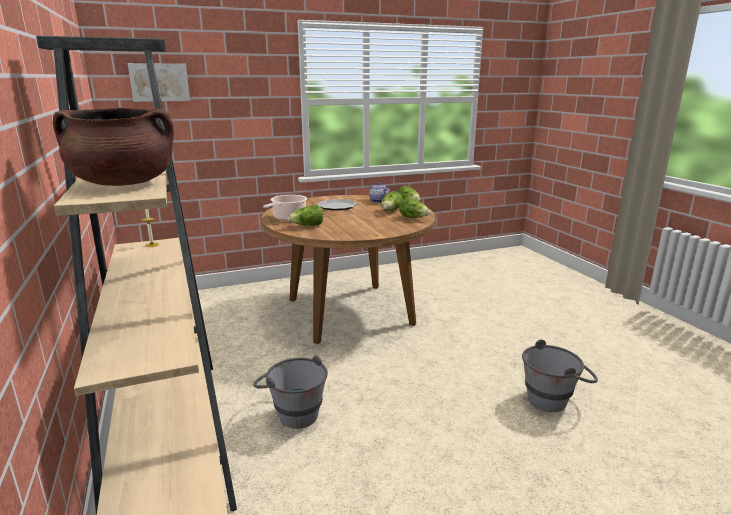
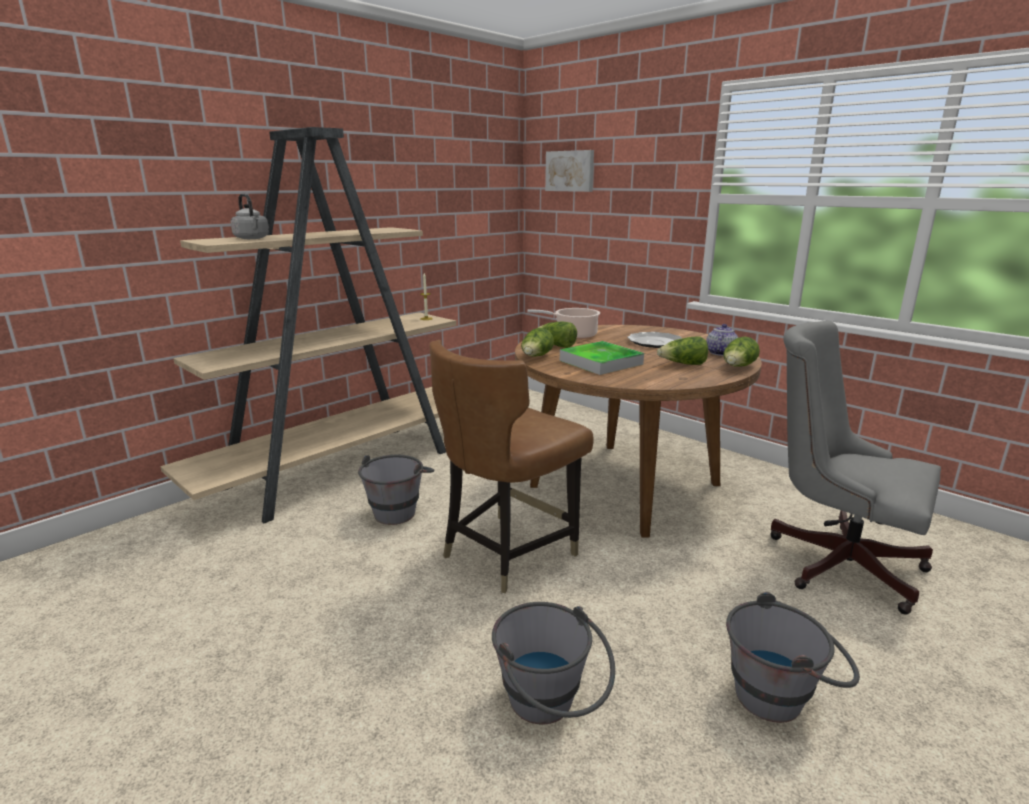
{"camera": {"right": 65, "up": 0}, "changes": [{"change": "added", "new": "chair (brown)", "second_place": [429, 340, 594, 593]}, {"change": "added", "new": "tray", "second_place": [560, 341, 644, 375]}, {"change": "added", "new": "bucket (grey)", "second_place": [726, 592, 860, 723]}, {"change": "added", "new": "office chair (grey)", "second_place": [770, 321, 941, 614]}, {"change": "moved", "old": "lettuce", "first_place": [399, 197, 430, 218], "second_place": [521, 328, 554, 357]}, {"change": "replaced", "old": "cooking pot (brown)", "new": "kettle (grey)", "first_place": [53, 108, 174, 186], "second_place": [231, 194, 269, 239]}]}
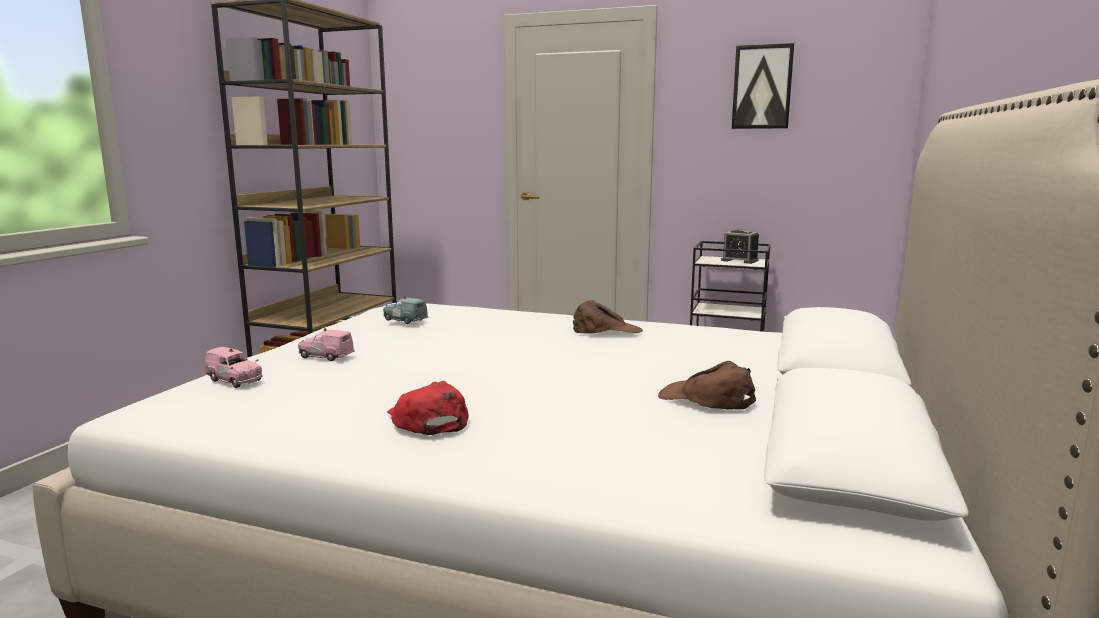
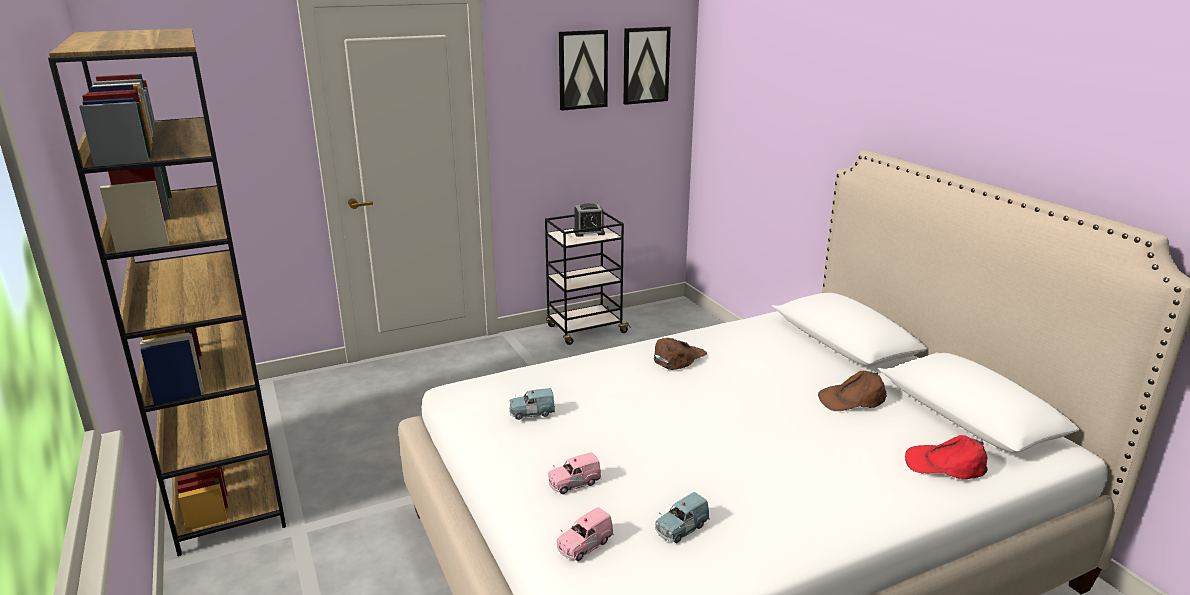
{"camera": {"right": -45, "up": 10}, "changes": [{"change": "added", "new": "picture", "second_place": [623, 26, 671, 105]}, {"change": "added", "new": "toy car (blue)", "second_place": [655, 492, 710, 543]}, {"change": "moved", "old": "cap (red)", "first_place": [387, 381, 469, 435], "second_place": [905, 435, 988, 480]}, {"change": "turned", "old": "toy car (pink)", "first_place": [205, 347, 263, 388], "second_place": [557, 507, 614, 561], "degrees": 150}]}
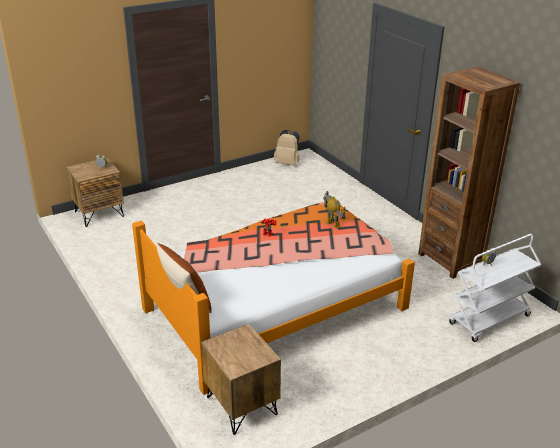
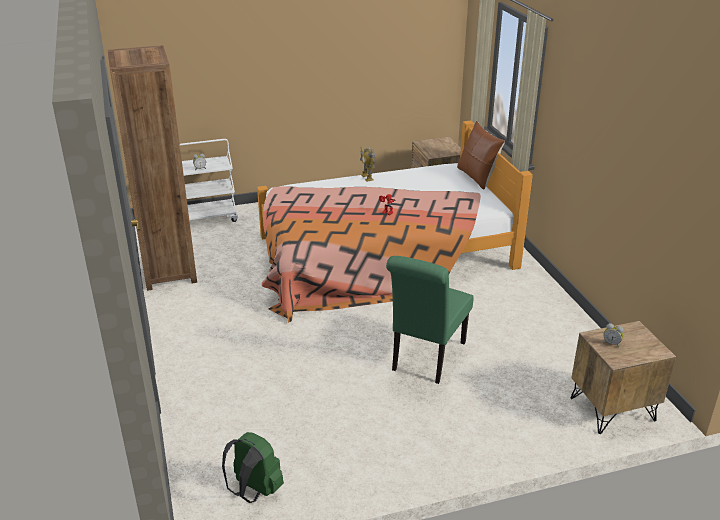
{"camera": {"right": -165, "up": 0}, "changes": [{"change": "added", "new": "chair (green)", "second_place": [386, 256, 474, 384]}, {"change": "moved", "old": "toy robot", "first_place": [323, 191, 346, 229], "second_place": [360, 147, 375, 182]}, {"change": "recoloured", "old": "backpack (beige)", "new": "backpack (green)", "first_place": [274, 130, 300, 166], "second_place": [222, 432, 284, 503]}]}
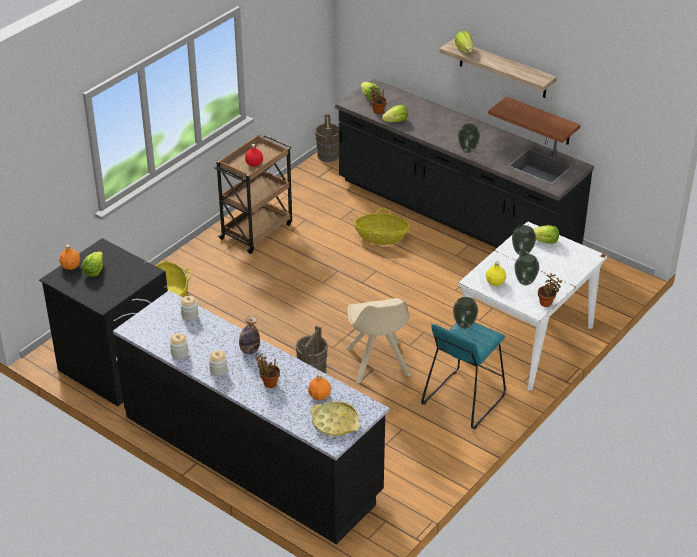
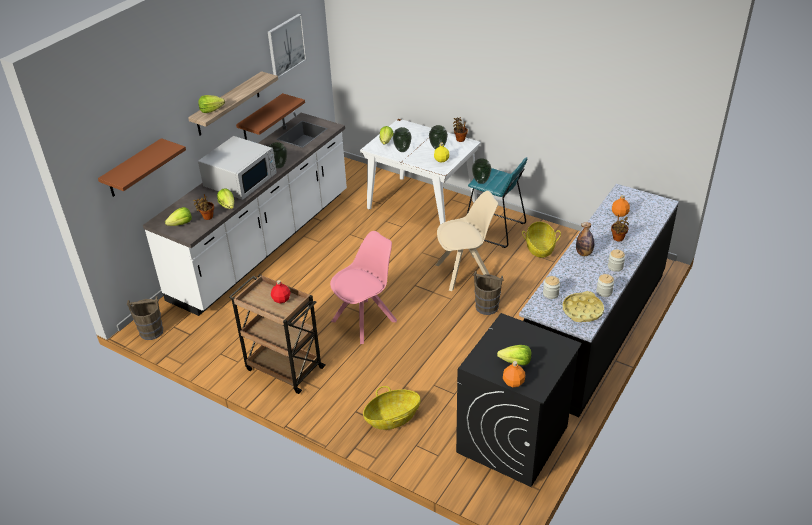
{"camera": {"right": -95, "up": 0}, "changes": [{"change": "added", "new": "shelf (brown)", "second_place": [98, 138, 186, 197]}, {"change": "added", "new": "microwave (white)", "second_place": [198, 136, 277, 200]}, {"change": "added", "new": "picture", "second_place": [268, 14, 307, 78]}, {"change": "added", "new": "chair (pink)", "second_place": [330, 231, 397, 344]}, {"change": "moved", "old": "tray (yellow)", "first_place": [311, 401, 360, 436], "second_place": [563, 291, 604, 322]}, {"change": "moved", "old": "basket", "first_place": [354, 208, 409, 245], "second_place": [522, 222, 561, 258]}, {"change": "recoloured", "old": "counter (black)", "new": "counter (white)", "first_place": [335, 78, 594, 248], "second_place": [143, 111, 347, 316]}]}
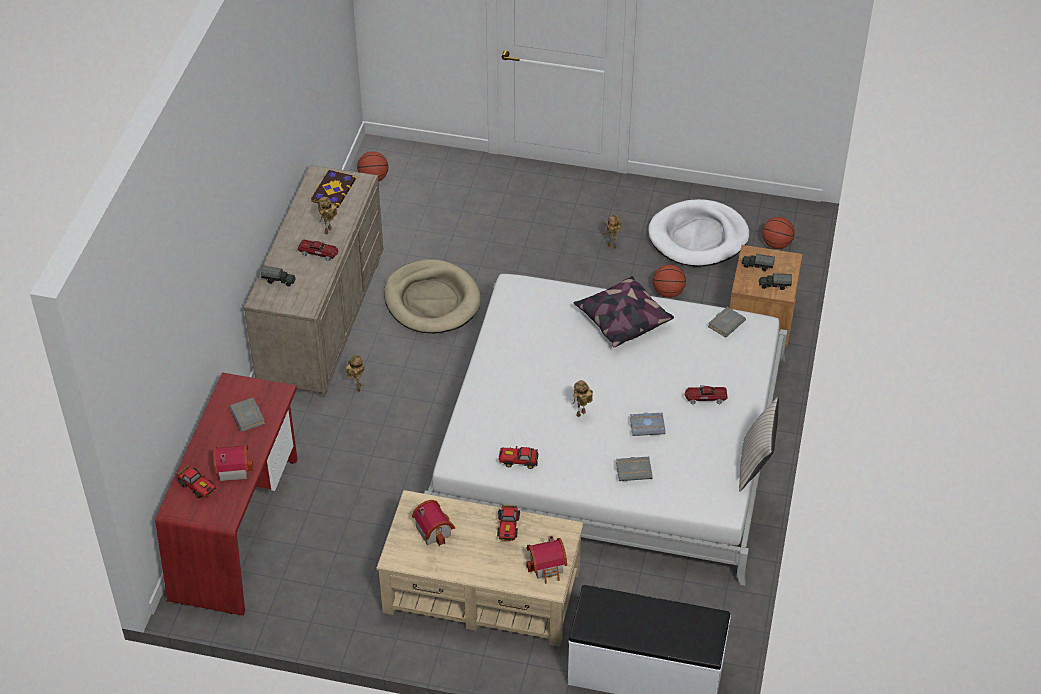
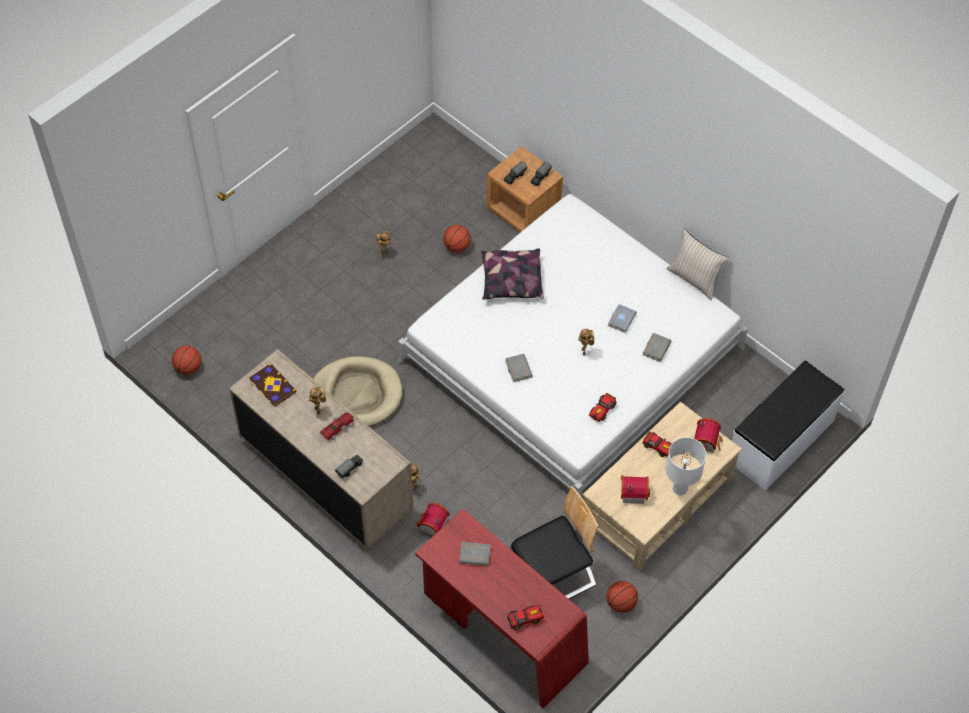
{"camera": {"right": -60, "up": 10}, "changes": [{"change": "removed", "old": "dog bed (white)", "first_place": [649, 199, 749, 267]}, {"change": "removed", "old": "toy car", "first_place": [684, 385, 728, 406]}, {"change": "added", "new": "chair", "second_place": [510, 486, 598, 599]}, {"change": "added", "new": "table lamp (white)", "second_place": [666, 437, 706, 495]}, {"change": "moved", "old": "toy house", "first_place": [213, 444, 253, 481], "second_place": [416, 503, 450, 536]}, {"change": "moved", "old": "book (grey)", "first_place": [708, 307, 746, 338], "second_place": [505, 354, 533, 382]}, {"change": "moved", "old": "basketball", "first_place": [762, 217, 795, 249], "second_place": [606, 581, 638, 613]}]}
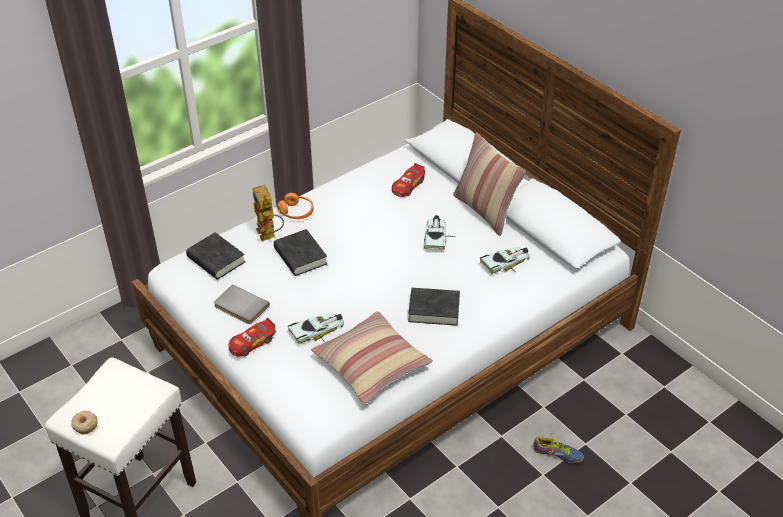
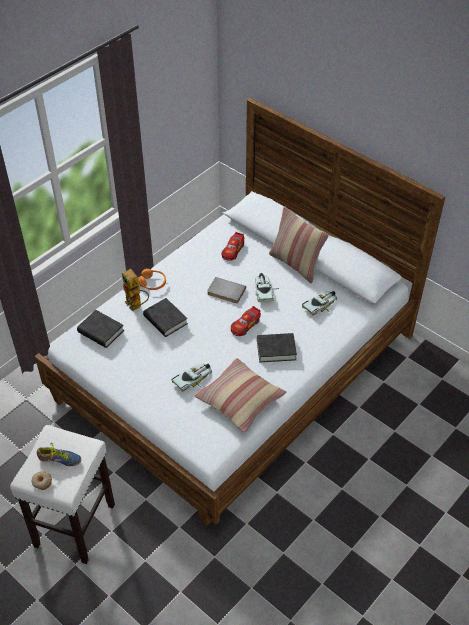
{"camera": {"right": -10, "up": 5}, "changes": [{"change": "moved", "old": "book (grey)", "first_place": [214, 284, 270, 324], "second_place": [207, 277, 246, 303]}, {"change": "moved", "old": "toy car", "first_place": [228, 317, 276, 357], "second_place": [231, 306, 261, 336]}, {"change": "moved", "old": "shoe", "first_place": [534, 433, 584, 463], "second_place": [37, 443, 81, 466]}]}
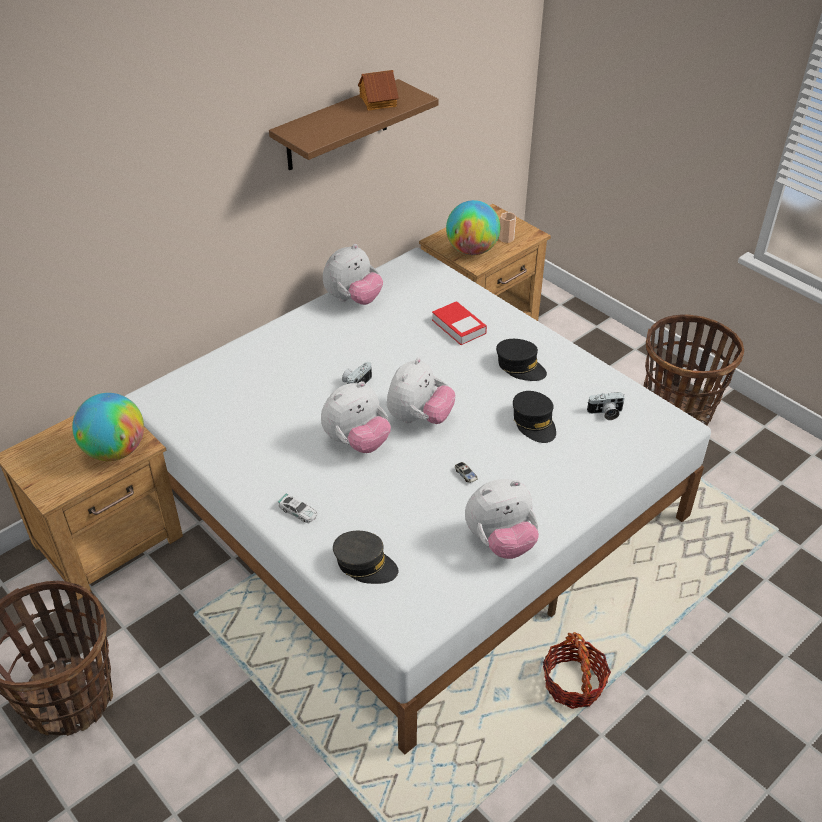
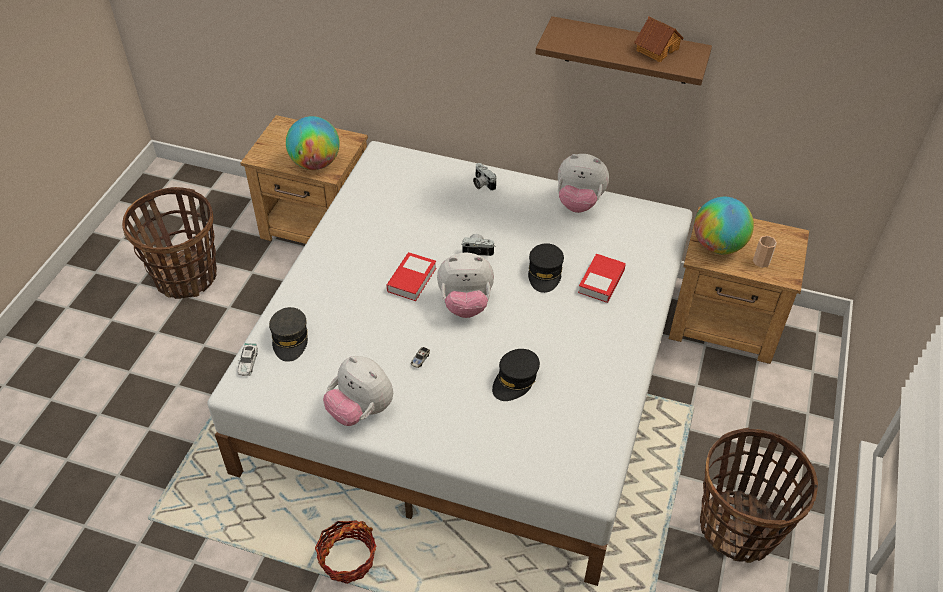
{"camera": {"right": 60, "up": 5}, "changes": [{"change": "moved", "old": "toy car", "first_place": [278, 493, 318, 523], "second_place": [237, 343, 258, 376]}, {"change": "moved", "old": "cap (black)", "first_place": [496, 339, 547, 381], "second_place": [528, 243, 564, 293]}, {"change": "moved", "old": "photo camera", "first_place": [587, 392, 625, 420], "second_place": [473, 163, 496, 191]}, {"change": "replaced", "old": "plush toy", "new": "book", "first_place": [321, 381, 391, 453], "second_place": [387, 252, 436, 301]}]}
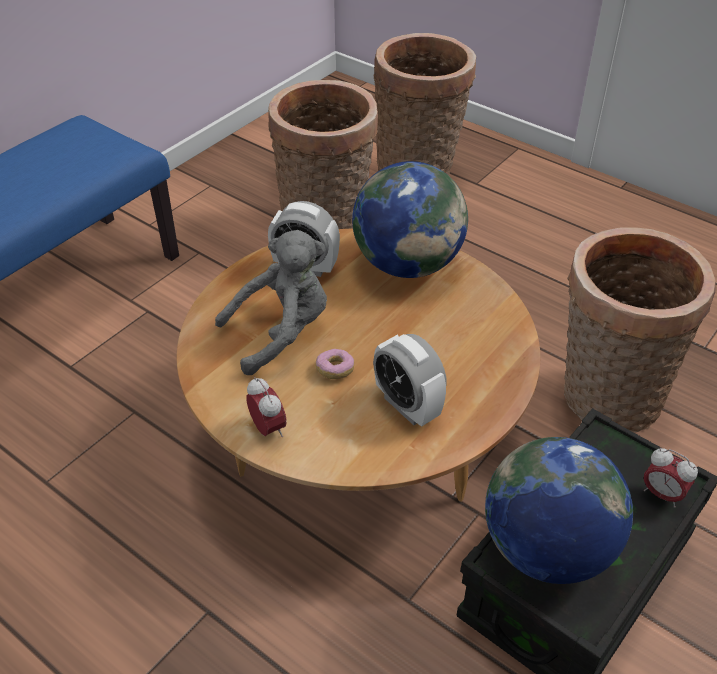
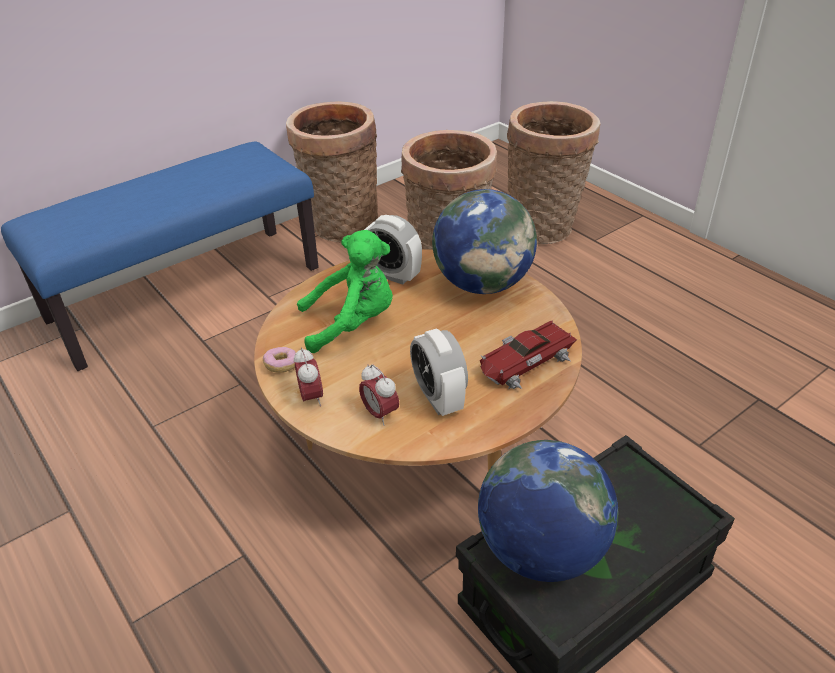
{"camera": {"right": 15, "up": -5}, "changes": [{"change": "added", "new": "toy car", "second_place": [480, 320, 577, 389]}, {"change": "moved", "old": "donut", "first_place": [316, 349, 354, 379], "second_place": [263, 347, 296, 373]}, {"change": "moved", "old": "basket", "first_place": [564, 227, 716, 433], "second_place": [286, 101, 378, 242]}, {"change": "moved", "old": "alarm clock", "first_place": [644, 448, 698, 508], "second_place": [359, 364, 399, 426]}, {"change": "recoloured", "old": "plush toy (grey)", "new": "plush toy (green)", "first_place": [215, 230, 327, 375], "second_place": [297, 230, 393, 353]}]}
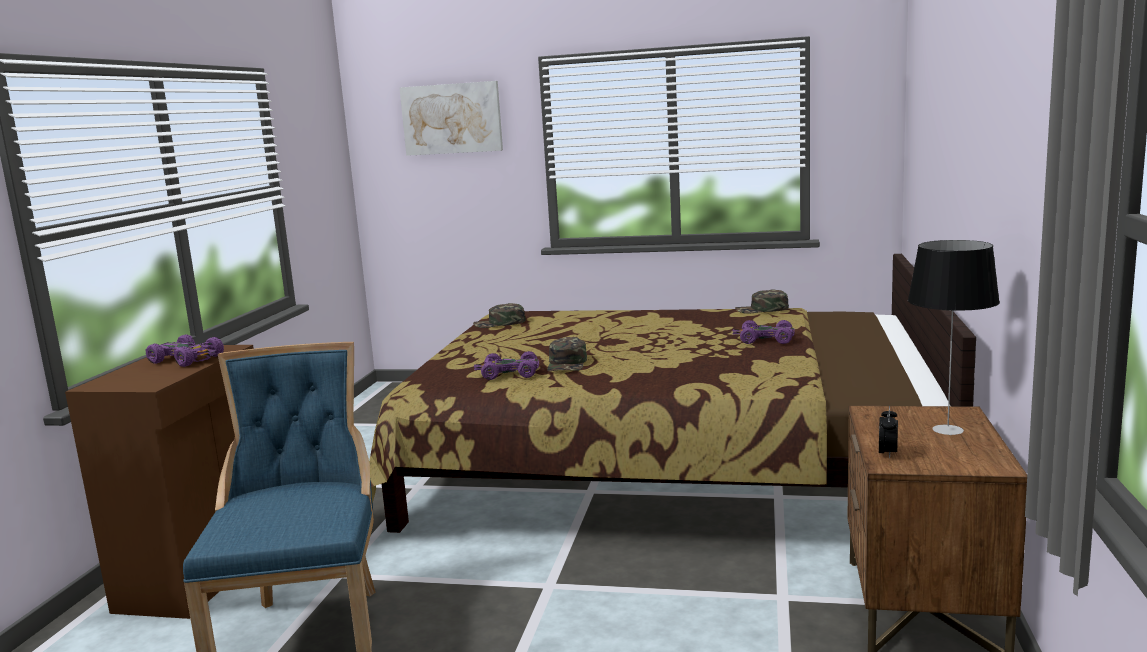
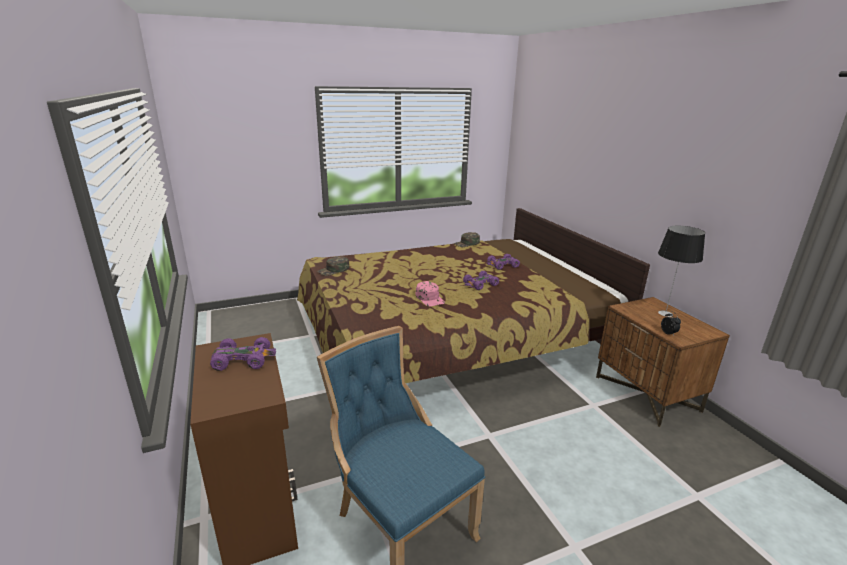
{"camera": {"right": -35, "up": 10}, "changes": [{"change": "removed", "old": "picture", "first_place": [400, 81, 503, 156]}, {"change": "moved", "old": "toy car (purple)", "first_place": [474, 351, 539, 380], "second_place": [463, 271, 499, 290]}, {"change": "recoloured", "old": "cap (green)", "new": "cap (pink)", "first_place": [547, 337, 587, 371], "second_place": [416, 281, 445, 306]}]}
